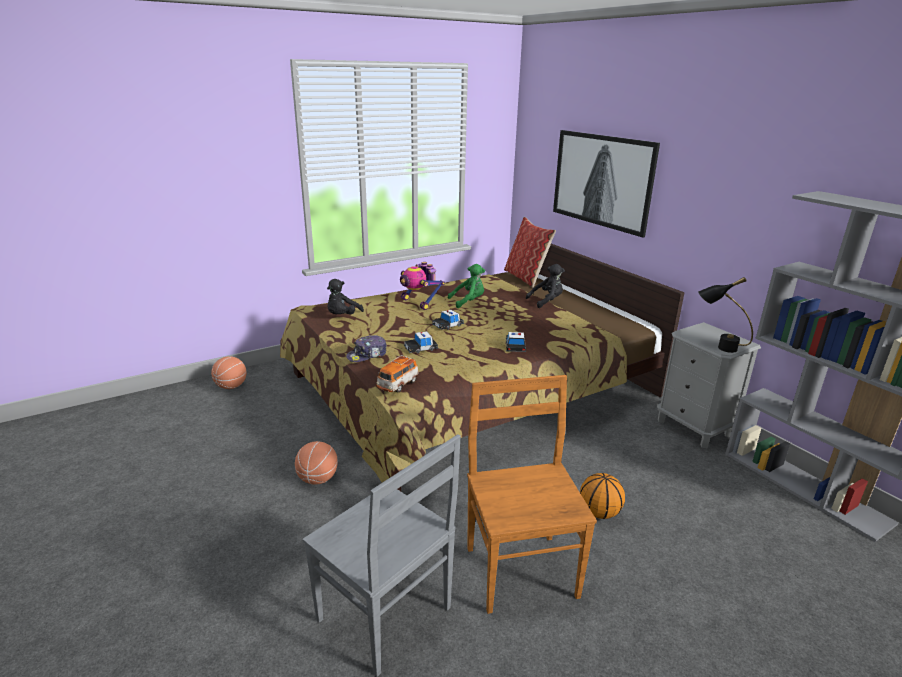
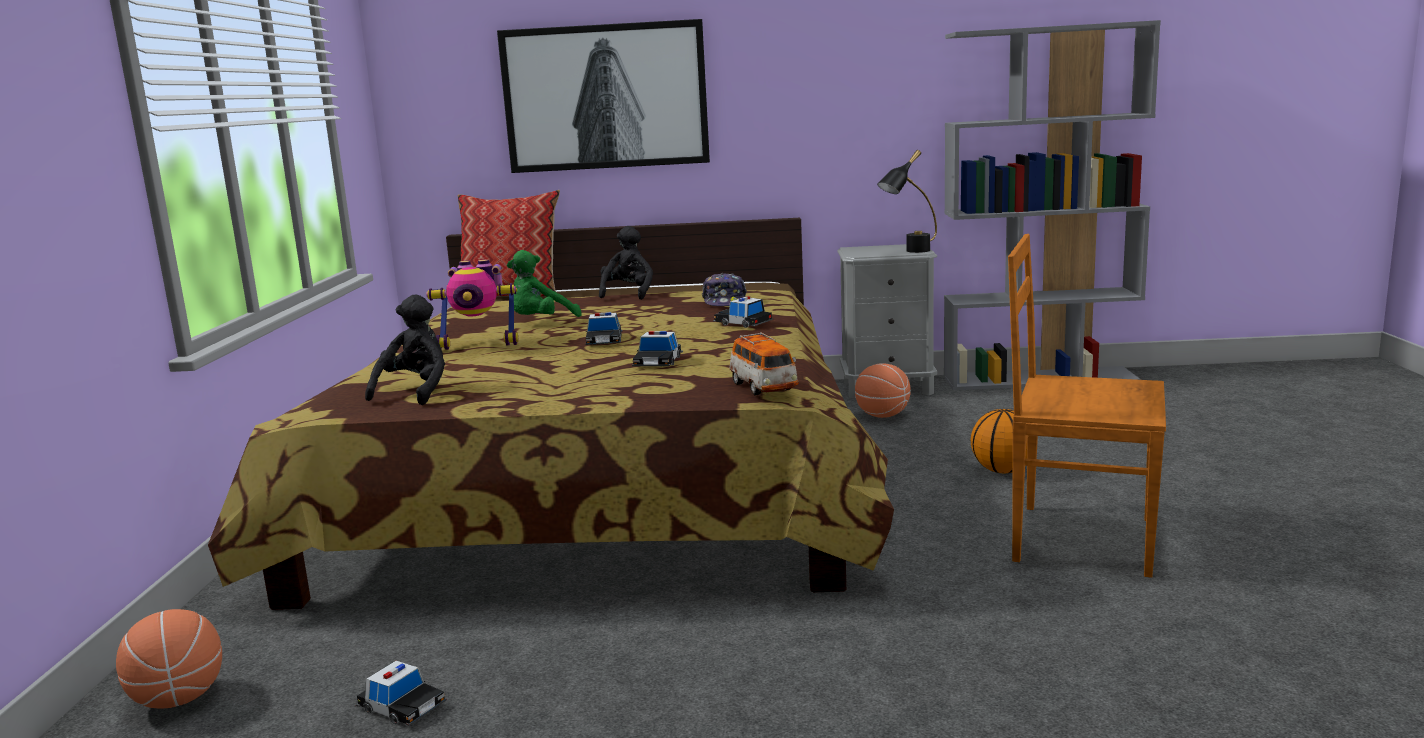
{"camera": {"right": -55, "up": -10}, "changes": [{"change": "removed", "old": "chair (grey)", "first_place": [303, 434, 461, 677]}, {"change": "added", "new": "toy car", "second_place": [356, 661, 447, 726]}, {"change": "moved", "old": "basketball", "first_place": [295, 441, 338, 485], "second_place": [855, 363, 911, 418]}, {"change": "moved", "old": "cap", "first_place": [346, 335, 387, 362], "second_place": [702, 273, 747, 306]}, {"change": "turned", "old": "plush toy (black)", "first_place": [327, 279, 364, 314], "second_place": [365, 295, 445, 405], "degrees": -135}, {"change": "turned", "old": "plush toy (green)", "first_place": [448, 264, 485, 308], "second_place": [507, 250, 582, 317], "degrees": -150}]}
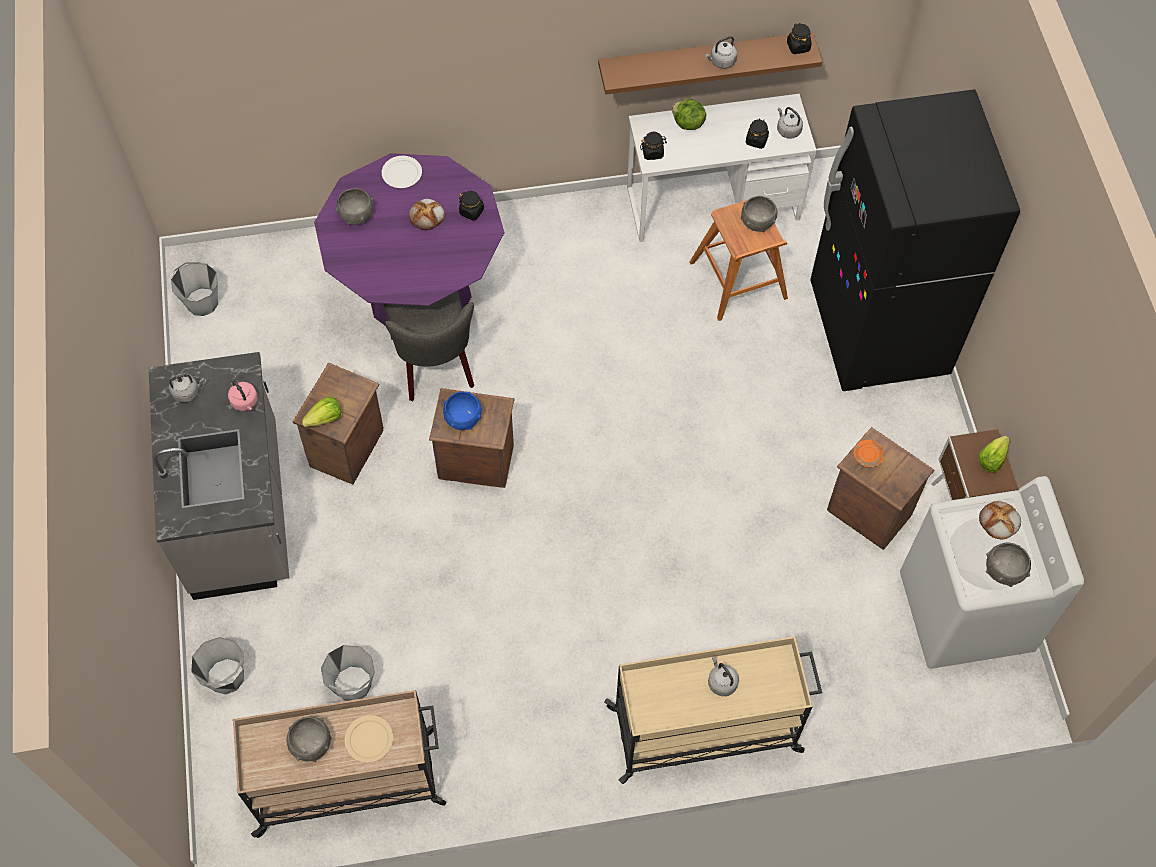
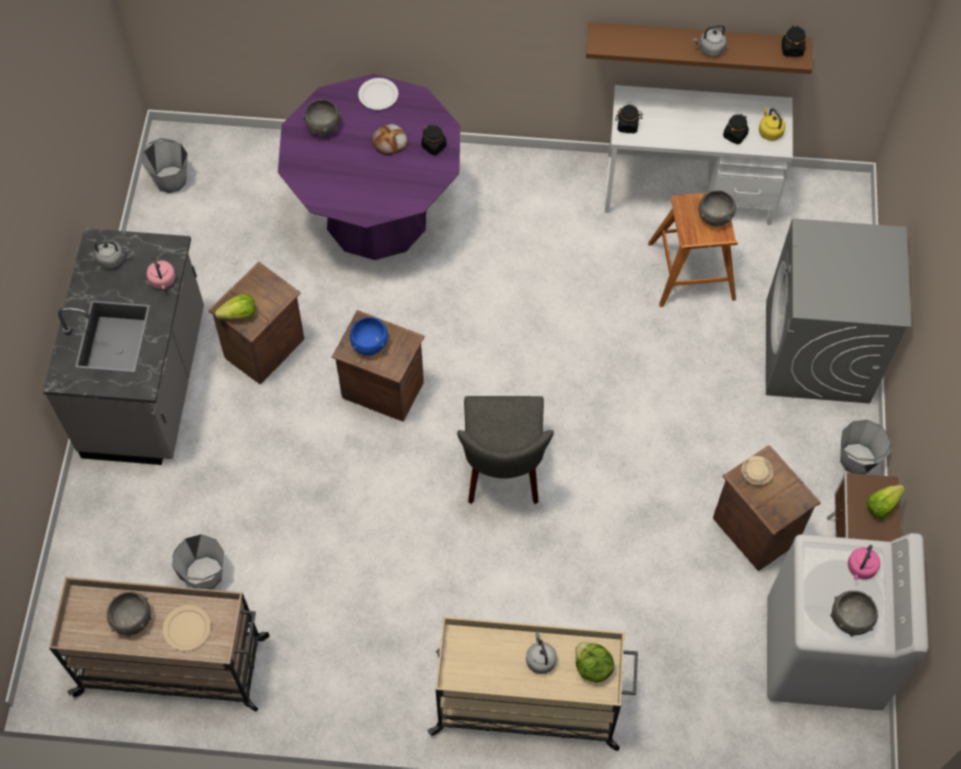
{"camera": {"right": 15, "up": 0}, "changes": [{"change": "moved", "old": "bucket (grey)", "first_place": [191, 637, 244, 695], "second_place": [840, 420, 891, 474]}, {"change": "moved", "old": "chair (grey)", "first_place": [384, 291, 474, 401], "second_place": [457, 396, 554, 504]}, {"change": "moved", "old": "lettuce", "first_place": [672, 99, 706, 130], "second_place": [575, 642, 614, 683]}, {"change": "replaced", "old": "fridge (black)", "new": "washing machine (grey)", "first_place": [810, 89, 1020, 391], "second_place": [766, 219, 911, 404]}, {"change": "replaced", "old": "bread", "new": "kettle (pink)", "first_place": [979, 501, 1021, 539], "second_place": [848, 545, 880, 580]}, {"change": "recoloured", "old": "kettle (grey)", "new": "kettle (yellow)", "first_place": [777, 107, 803, 139], "second_place": [759, 107, 785, 141]}, {"change": "recoloured", "old": "plate (orange)", "new": "plate (beige)", "first_place": [853, 440, 885, 468], "second_place": [741, 456, 773, 485]}]}
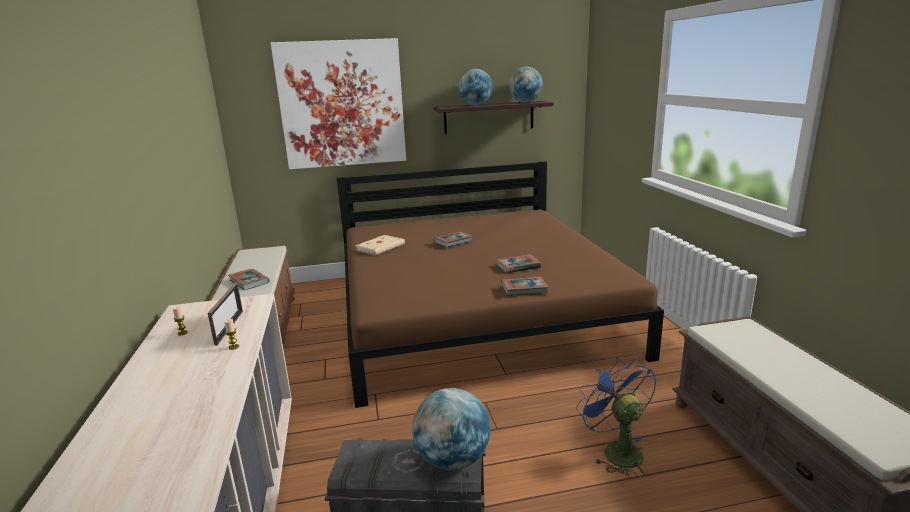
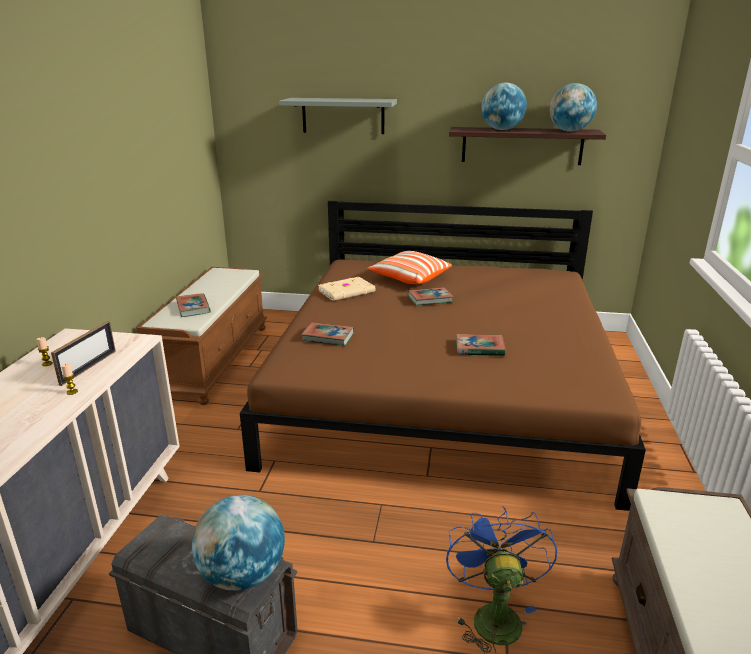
{"camera": {"right": 20, "up": 5}, "changes": [{"change": "added", "new": "pillow", "second_place": [367, 251, 452, 284]}, {"change": "moved", "old": "book", "first_place": [501, 276, 549, 296], "second_place": [302, 322, 354, 346]}, {"change": "replaced", "old": "picture", "new": "shelf (grey)", "first_place": [271, 38, 406, 169], "second_place": [279, 98, 397, 134]}]}
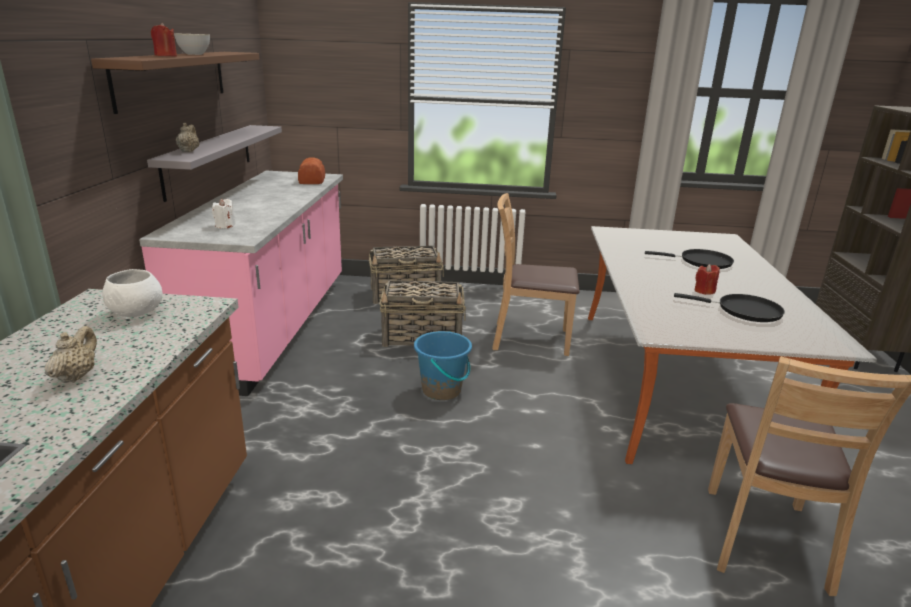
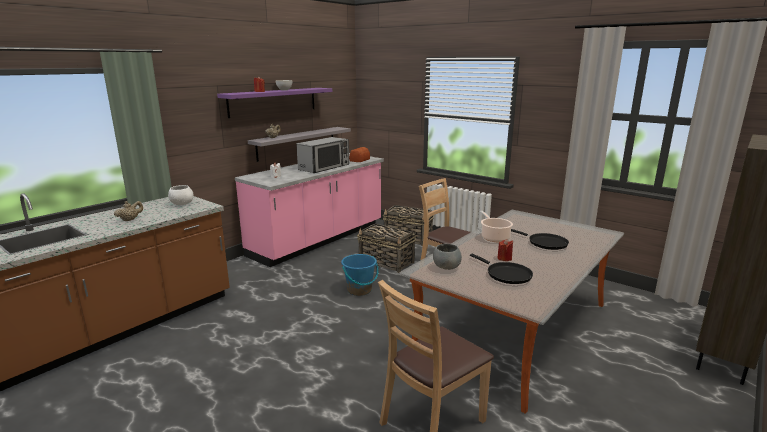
{"camera": {"right": 35, "up": -5}, "changes": [{"change": "added", "new": "microwave", "second_place": [296, 137, 349, 173]}, {"change": "added", "new": "bowl (grey)", "second_place": [433, 244, 462, 270]}, {"change": "added", "new": "cooking pot", "second_place": [480, 211, 513, 242]}, {"change": "recoloured", "old": "shelf (brown)", "new": "shelf (purple)", "first_place": [91, 52, 259, 114], "second_place": [217, 88, 332, 118]}]}
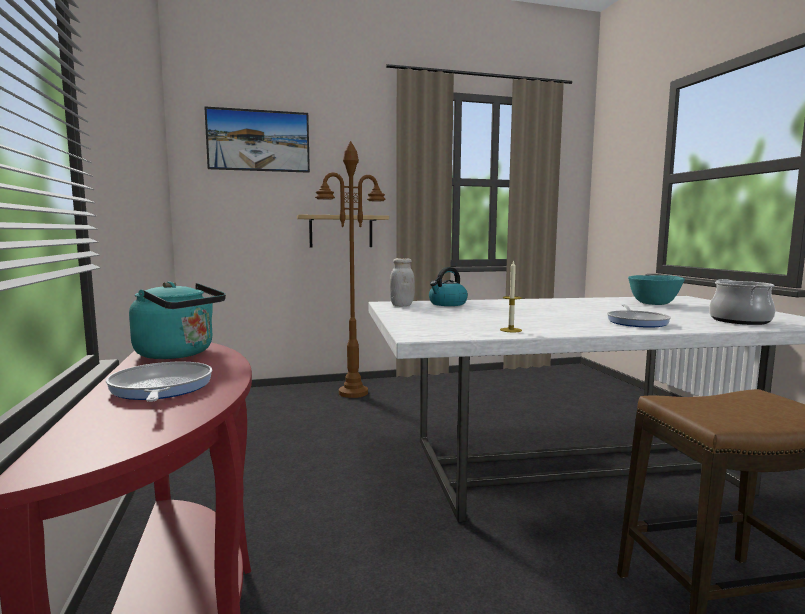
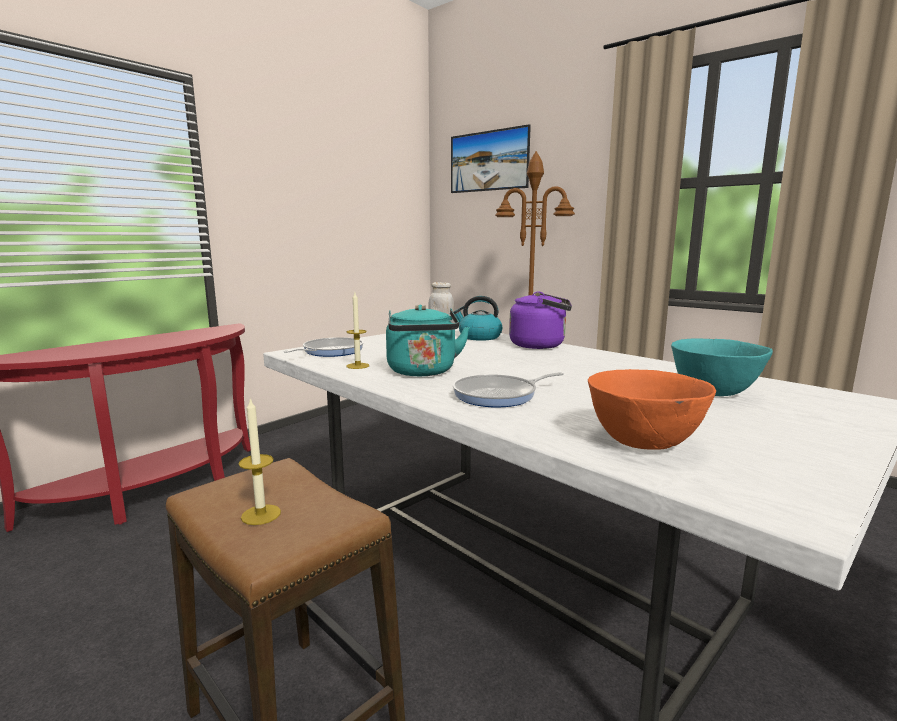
{"camera": {"right": 55, "up": 5}, "changes": [{"change": "removed", "old": "shelf", "first_place": [297, 215, 389, 248]}, {"change": "added", "new": "candle", "second_place": [238, 397, 281, 525]}, {"change": "added", "new": "kettle (purple)", "second_place": [509, 292, 572, 349]}, {"change": "moved", "old": "frying pan", "first_place": [106, 362, 212, 402], "second_place": [284, 337, 364, 357]}, {"change": "moved", "old": "kettle (turquoise)", "first_place": [129, 281, 226, 359], "second_place": [386, 305, 470, 376]}, {"change": "replaced", "old": "cooking pot", "new": "bowl (orange)", "first_place": [709, 279, 775, 325], "second_place": [588, 369, 716, 450]}]}
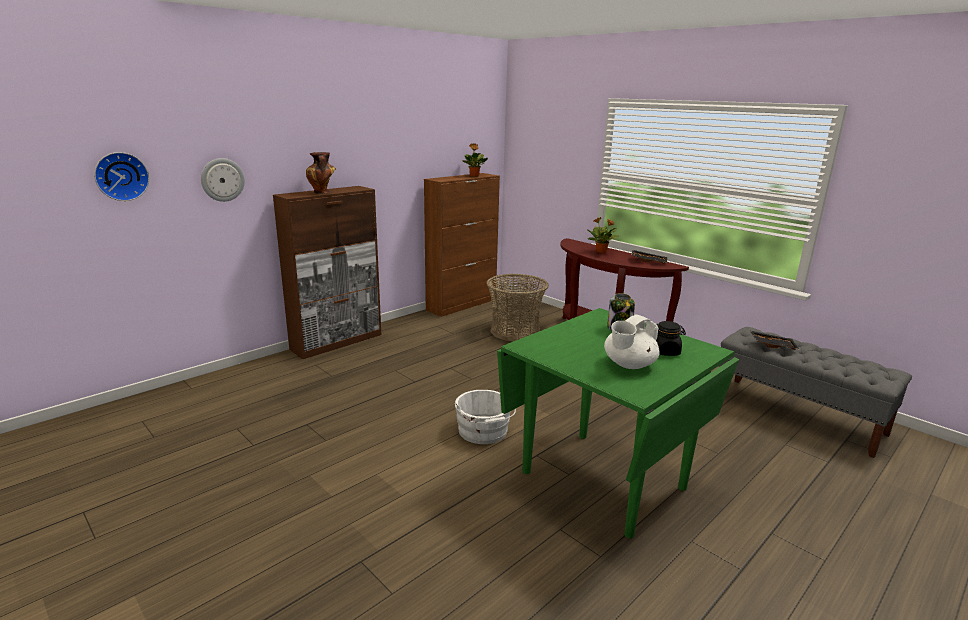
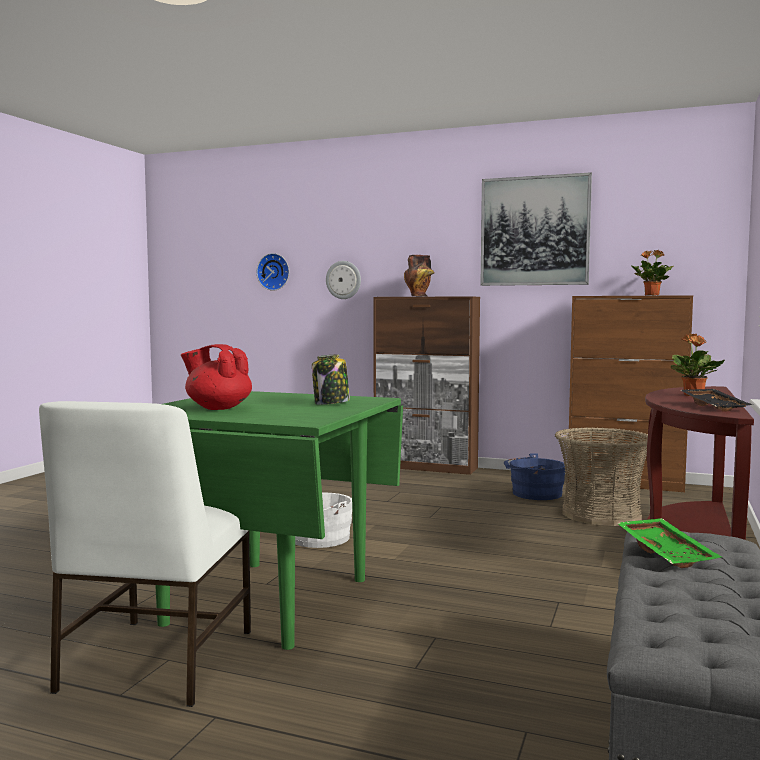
{"camera": {"right": 65, "up": -15}, "changes": [{"change": "removed", "old": "jar (black)", "first_place": [656, 321, 686, 356]}, {"change": "added", "new": "chair (white)", "second_place": [39, 401, 251, 707]}, {"change": "added", "new": "picture", "second_place": [480, 172, 592, 286]}, {"change": "added", "new": "bucket (blue)", "second_place": [504, 453, 565, 500]}, {"change": "recoloured", "old": "teapot (white)", "new": "teapot (red)", "first_place": [604, 314, 660, 369], "second_place": [181, 344, 252, 410]}, {"change": "recoloured", "old": "tray (black)", "new": "tray (green)", "first_place": [750, 331, 800, 350], "second_place": [617, 518, 722, 568]}]}
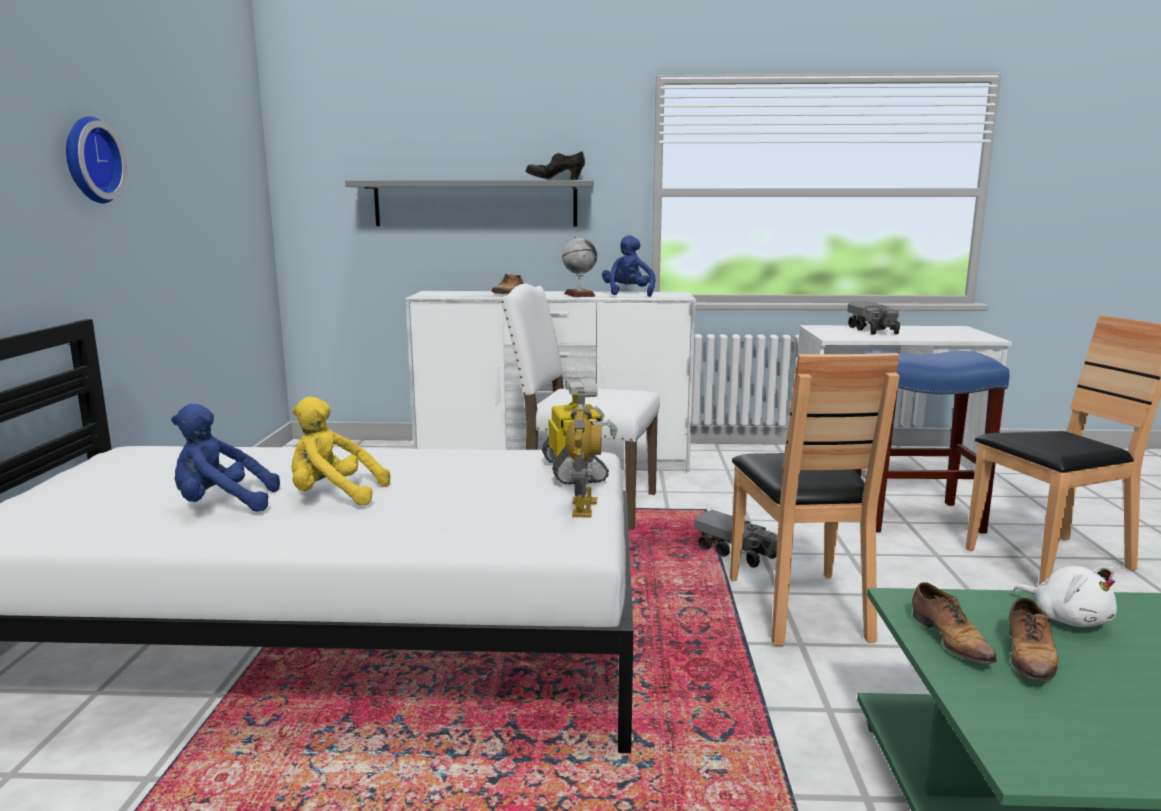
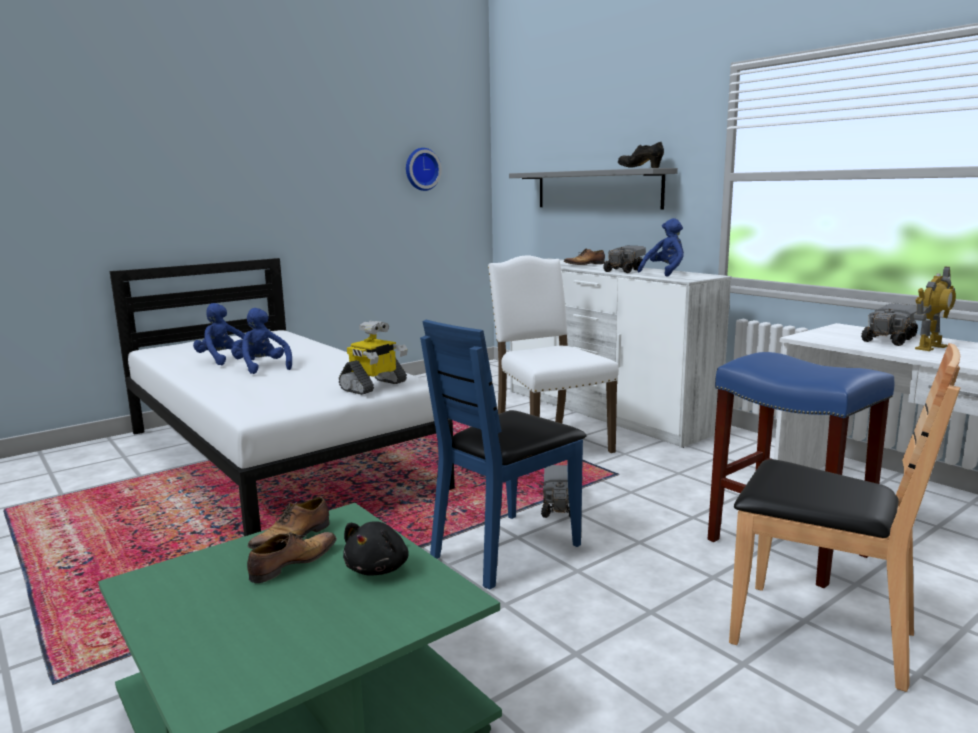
{"camera": {"right": 50, "up": 0}, "changes": [{"change": "moved", "old": "wall clock", "first_place": [66, 116, 127, 203], "second_place": [406, 148, 442, 191]}, {"change": "moved", "old": "toy robot", "first_place": [565, 391, 601, 517], "second_place": [913, 267, 956, 351]}, {"change": "replaced", "old": "globe", "new": "toy truck", "first_place": [562, 236, 597, 297], "second_place": [603, 246, 646, 273]}, {"change": "recoloured", "old": "plush toy (yellow)", "new": "plush toy (blue)", "first_place": [292, 397, 390, 505], "second_place": [231, 308, 292, 374]}, {"change": "recoloured", "old": "chair (brown)", "new": "chair (blue)", "first_place": [730, 353, 900, 646], "second_place": [420, 320, 586, 590]}, {"change": "recoloured", "old": "plush toy (white)", "new": "plush toy (black)", "first_place": [1014, 566, 1117, 627], "second_place": [343, 521, 409, 576]}, {"change": "turned", "old": "shoe", "first_place": [1009, 597, 1058, 682], "second_place": [247, 532, 337, 583], "degrees": 150}]}
